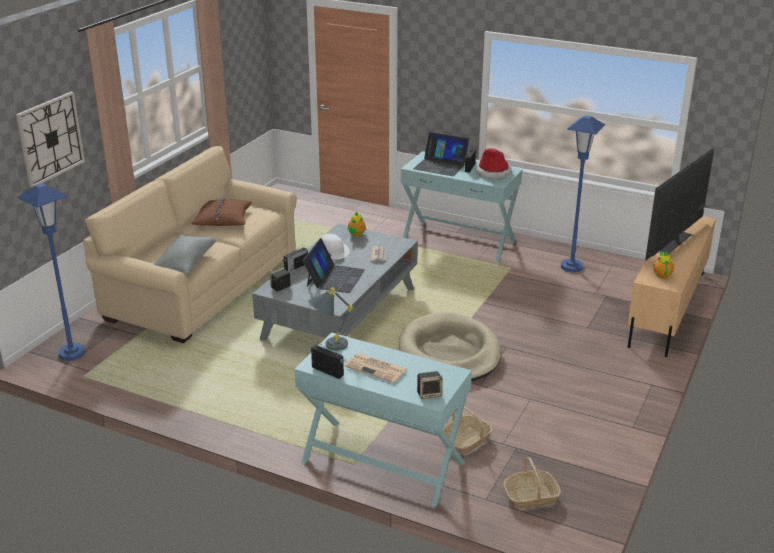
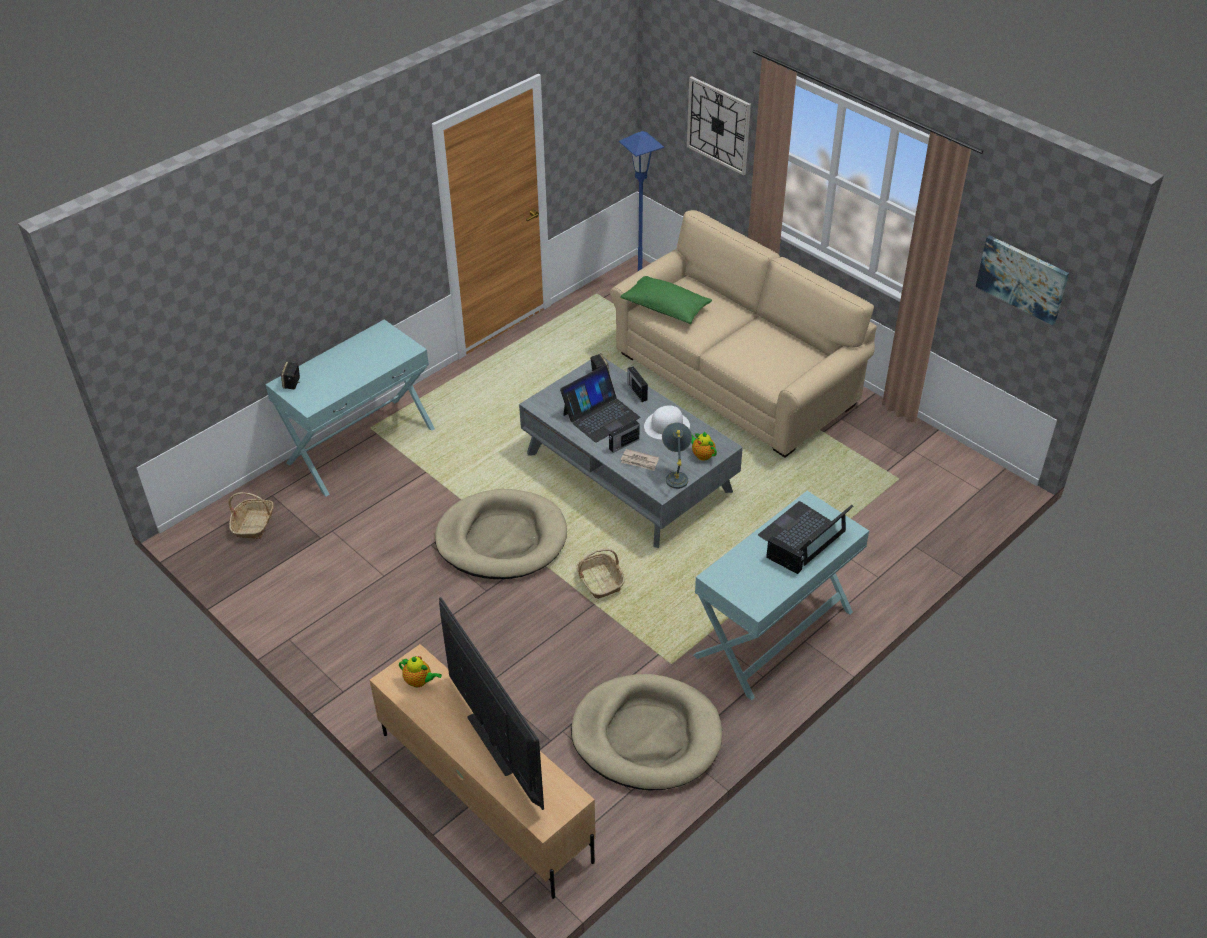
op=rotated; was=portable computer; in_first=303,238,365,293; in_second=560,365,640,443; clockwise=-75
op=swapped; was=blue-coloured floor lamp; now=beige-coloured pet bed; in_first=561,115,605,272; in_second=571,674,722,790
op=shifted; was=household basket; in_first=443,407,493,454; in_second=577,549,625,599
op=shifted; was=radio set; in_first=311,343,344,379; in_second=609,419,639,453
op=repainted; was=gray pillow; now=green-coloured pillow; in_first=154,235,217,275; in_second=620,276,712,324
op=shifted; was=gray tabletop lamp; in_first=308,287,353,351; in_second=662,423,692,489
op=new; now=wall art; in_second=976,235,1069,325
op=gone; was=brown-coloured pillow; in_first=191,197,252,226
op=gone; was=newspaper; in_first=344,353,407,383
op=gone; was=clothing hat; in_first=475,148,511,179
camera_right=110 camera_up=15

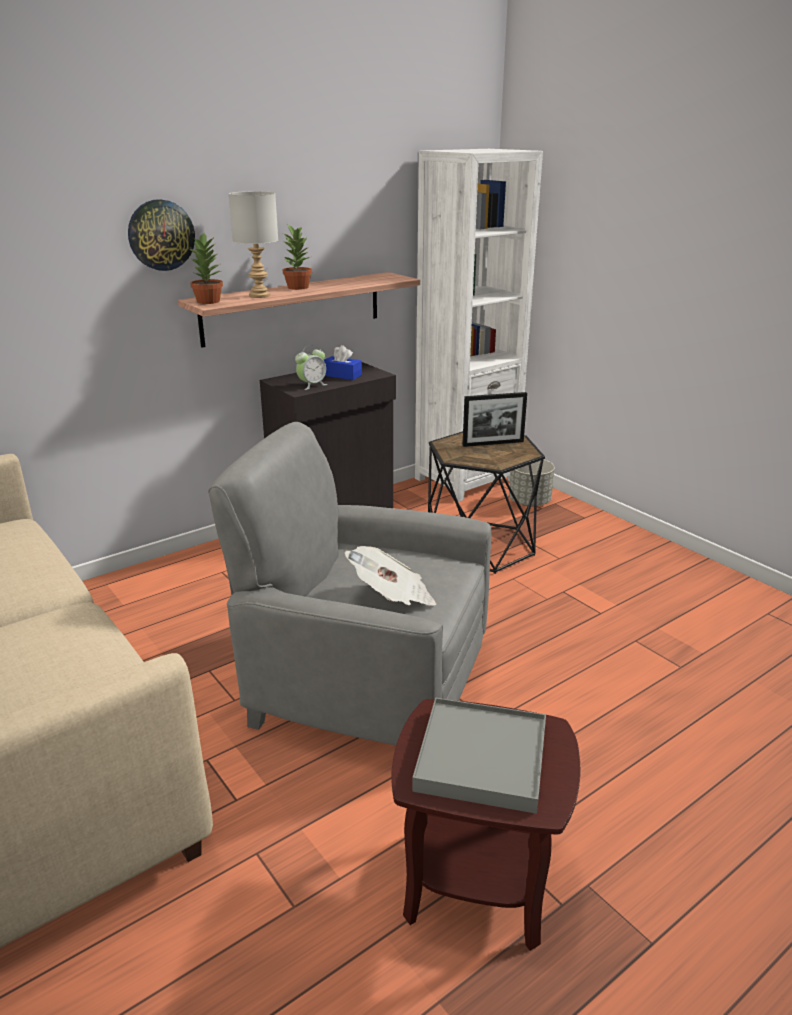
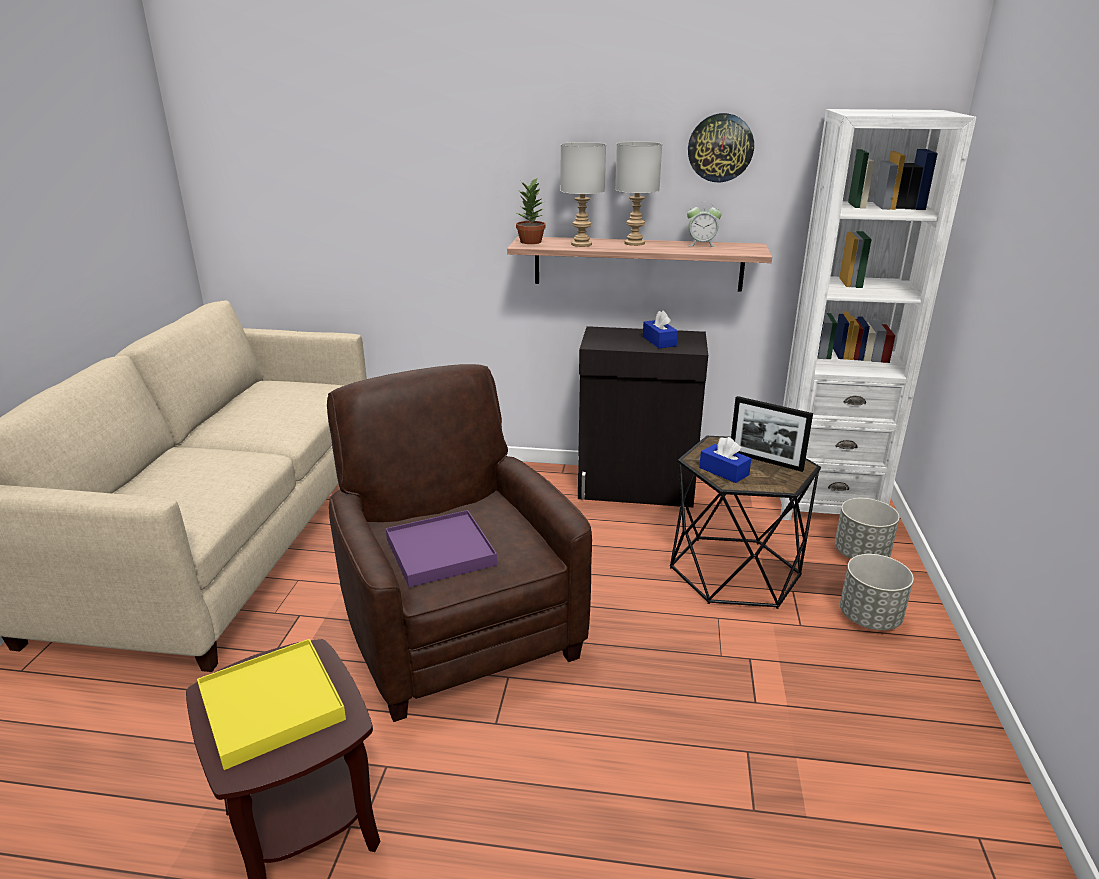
op=repainted; was=gray tray; now=yellowish tray; in_first=412,698,546,814; in_second=197,639,346,770
op=repainted; was=gray lounge chair; now=brown-coloured lounge chair; in_first=208,422,491,745; in_second=327,364,592,722
op=swapped; was=newspaper; now=purple tray; in_first=345,546,437,606; in_second=386,510,497,588
op=swapped; was=plant in a pot; now=gray tabletop lamp; in_first=283,224,312,290; in_second=615,141,662,246
op=shifted; was=alarm clock; in_first=295,345,327,390; in_second=687,202,722,247
op=shifted; was=clock on the wall; in_first=128,199,195,271; in_second=688,113,754,182
op=new; now=blue-coloured box of tissues; in_second=699,437,751,483
op=new; now=gray plant pot; in_second=840,554,914,630
camera_right=45 camera_up=0

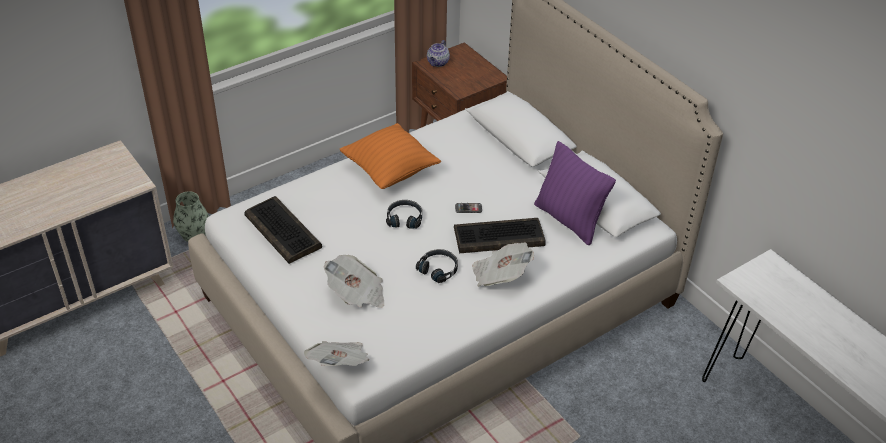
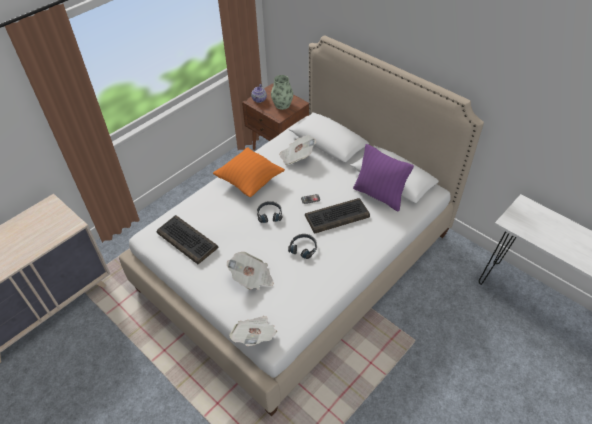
op=shifted; was=flower vase; in_first=173,191,209,242; in_second=271,75,293,110
op=shifted; was=newspaper; in_first=472,242,534,287; in_second=279,135,316,165
camera_right=-10 camera_up=5

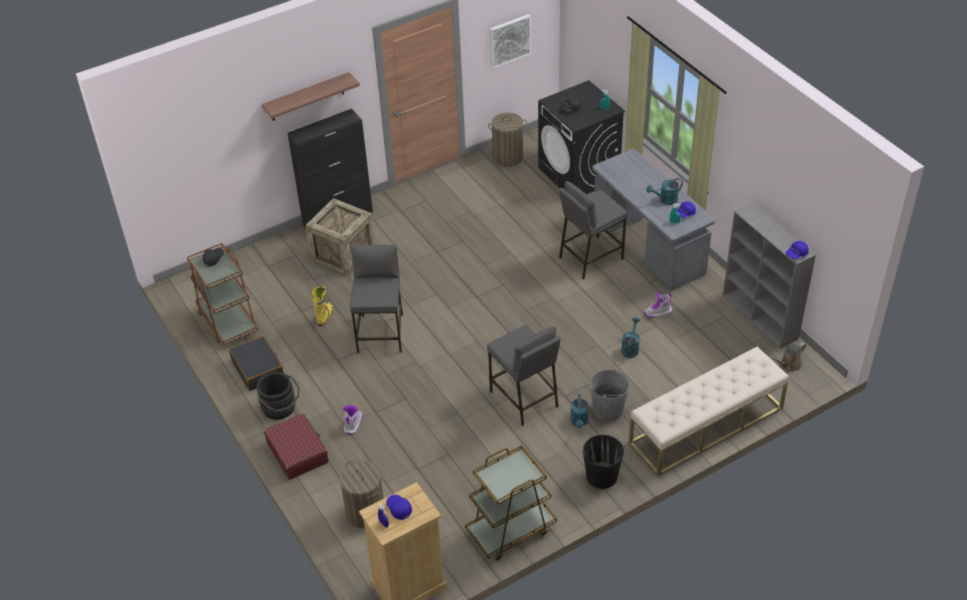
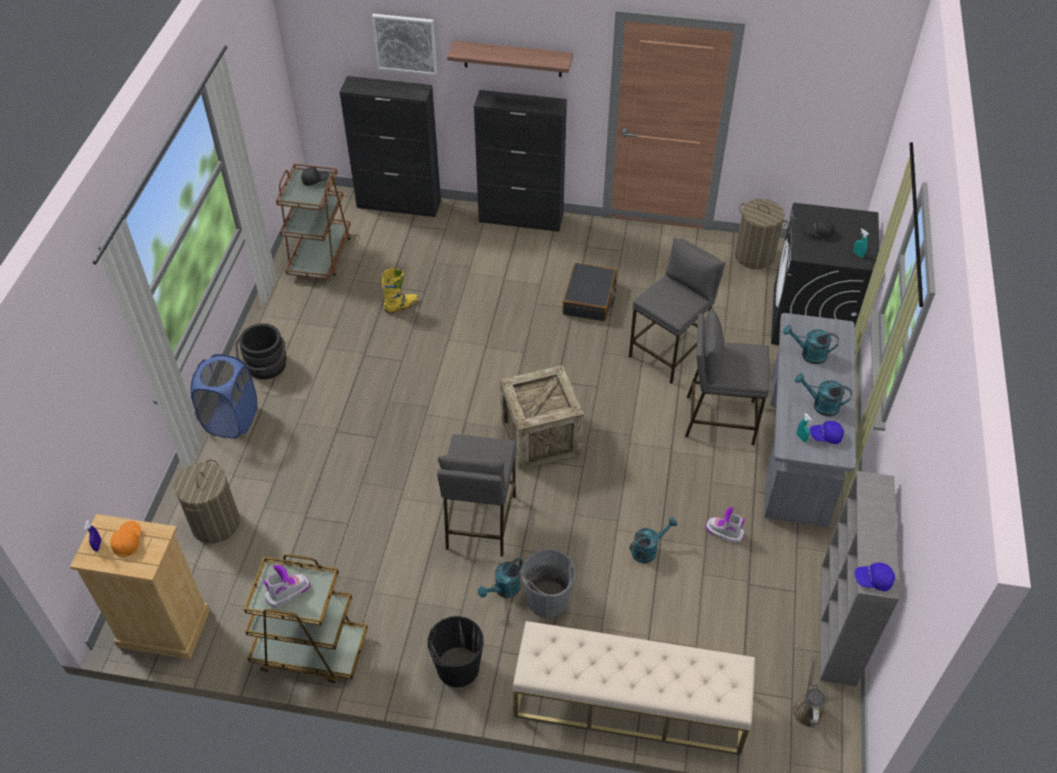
op=repainted; was=blue-coloured baseball cap; now=orangey baseball cap; in_first=386,495,412,520; in_second=110,521,141,557
op=swapped; was=reddish travel case; now=blue-coloured washing basket; in_first=264,413,329,480; in_second=191,354,257,439
op=shifted; was=high-top boot; in_first=343,405,363,435; in_second=263,565,310,607
op=new; now=black storage cabinet; in_second=340,76,441,217
op=shifted; was=wall art; in_first=490,14,531,69; in_second=372,14,437,75
op=shifted; was=shipping crate; in_first=305,198,376,276; in_second=500,365,584,470
op=shifted; was=black travel case; in_first=229,336,284,391; in_second=563,263,617,322
op=shifted; was=gray stool; in_first=350,245,403,353; in_second=629,237,725,384
op=new; now=blue-green sprinkling can; in_second=783,325,839,364
op=rotated; was=brown-coloured sprinkling can; in_first=772,342,806,371; in_second=793,653,826,728; clockwise=90
camera_right=40 camera_up=5

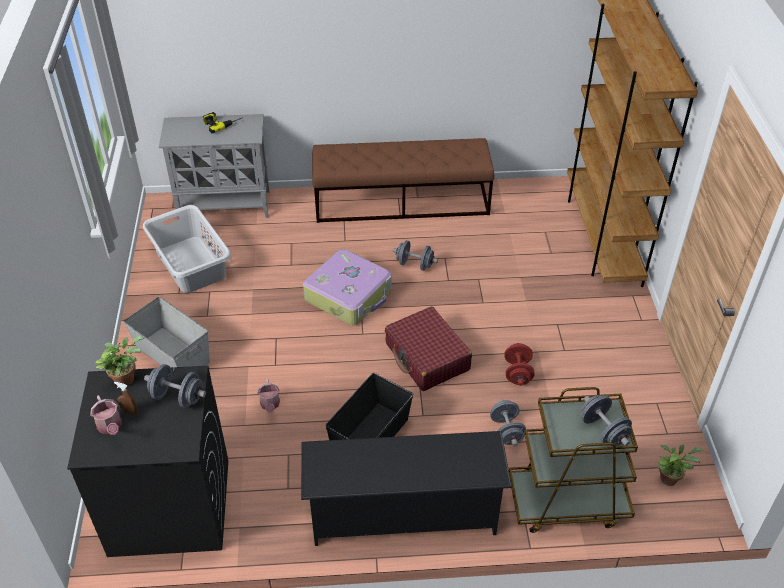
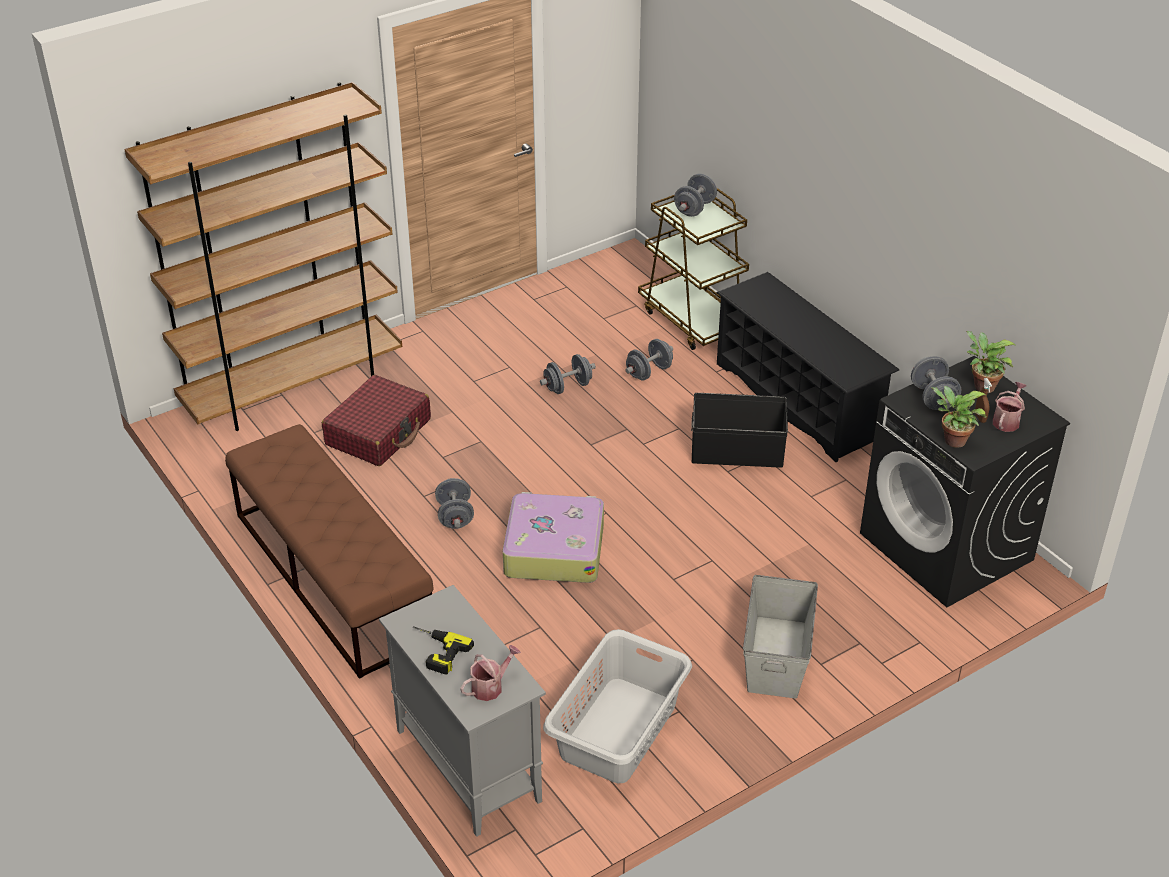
op=shifted; was=reddish travel case; in_first=385,306,472,391; in_second=322,375,431,466
op=shifted; was=sprinkling can; in_first=257,379,280,413; in_second=460,645,521,701
op=repainted; was=reddish free weight; now=gray free weight; in_first=504,343,535,386; in_second=540,354,596,394
op=shifted; was=plant in a pot; in_first=657,444,703,486; in_second=966,331,1015,393
camera_right=-120 camera_up=-5

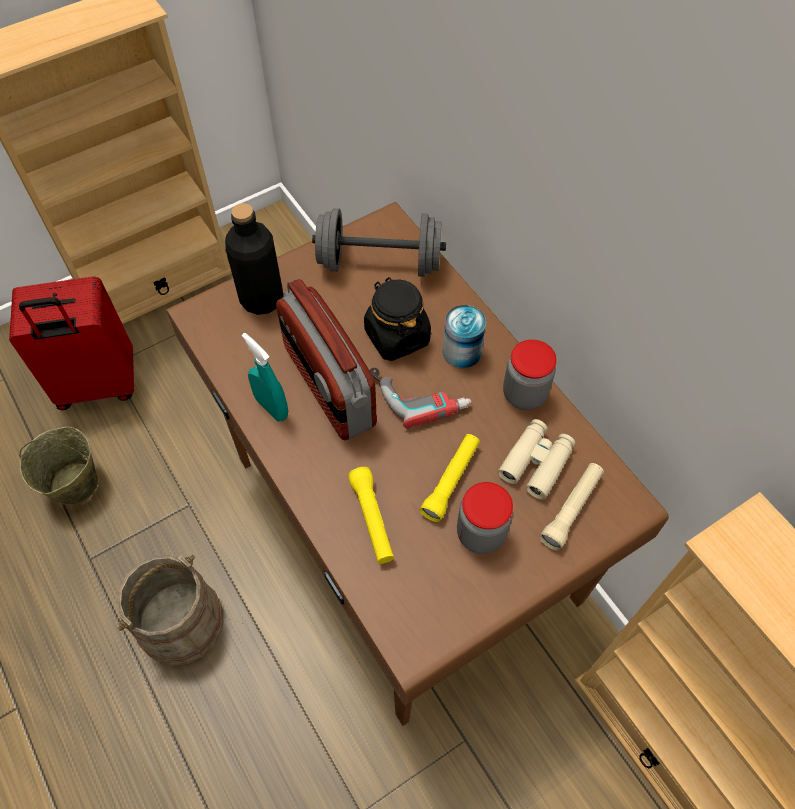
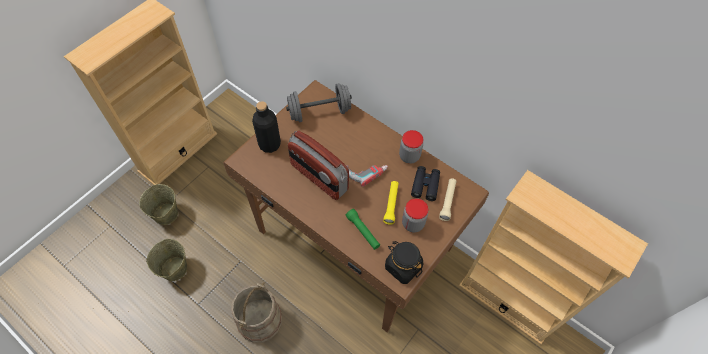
op=swapped; was=reddish travel case; now=beige-coloured pail; in_first=9,276,134,410; in_second=139,184,178,225
op=repainted; was=yellowish hand torch; now=green-coloured hand torch; in_first=348,467,394,564; in_second=346,209,380,250
op=shifted; was=black preserve jar; in_first=364,277,431,361; in_second=385,241,423,284
op=repainted; was=beige-coloured binoculars; now=black binoculars; in_first=498,419,575,500; in_second=411,166,440,201
op=gone; was=blue-green sprayer; in_first=242,333,288,421
op=gone; was=metal can; in_first=443,305,486,368
camera_right=-20 camera_up=0

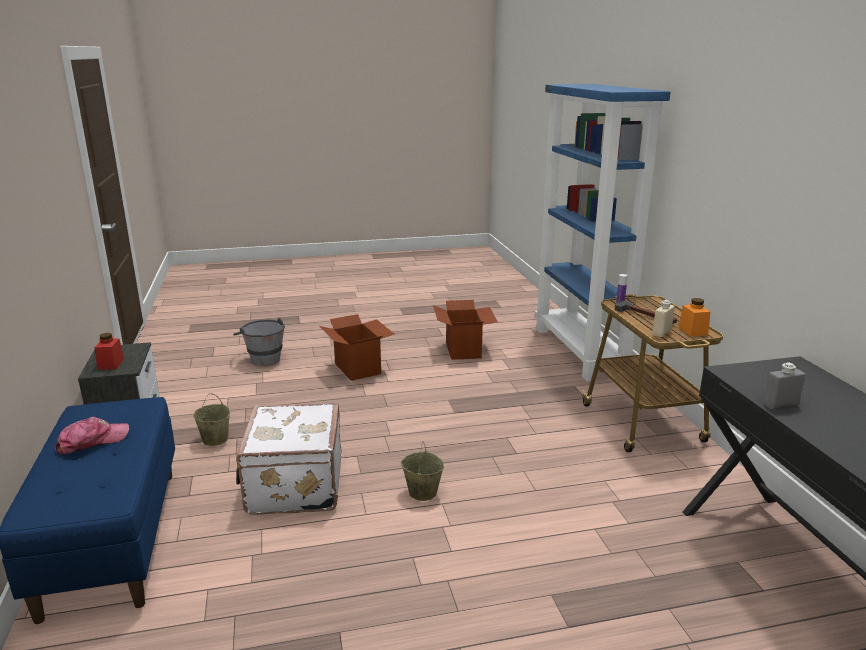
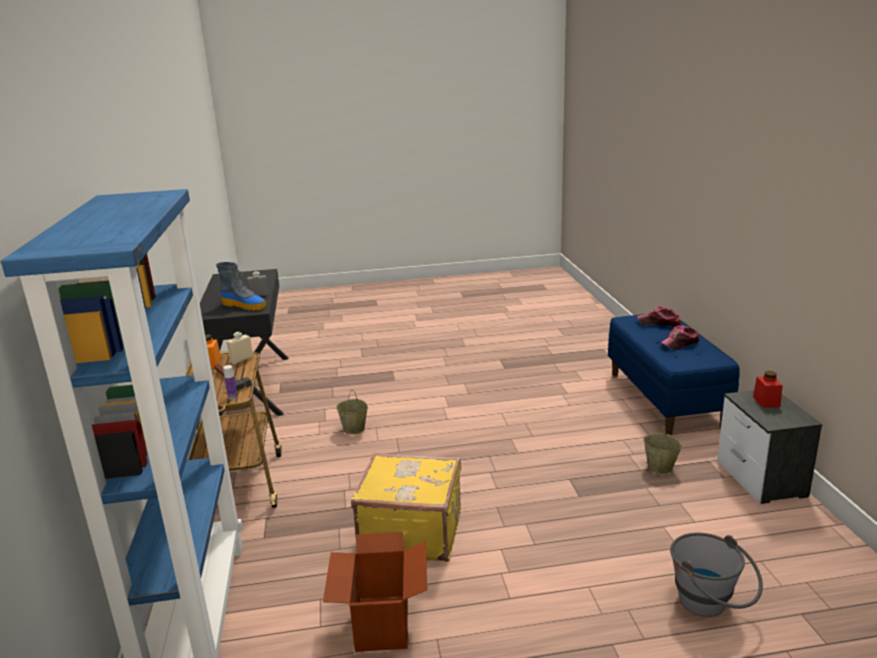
op=new; now=high-top boot; in_second=216,262,266,311
op=shifted; was=beige-coloured pail; in_first=401,441,444,501; in_second=336,390,368,434
op=new; now=yellowish travel case; in_second=351,453,461,562
op=new; now=baseball cap; in_second=637,306,681,326
op=gone; was=whitish travel case; in_first=236,402,342,515
op=gone; was=cardboard box; in_first=319,314,394,381
camera_right=-175 camera_up=0

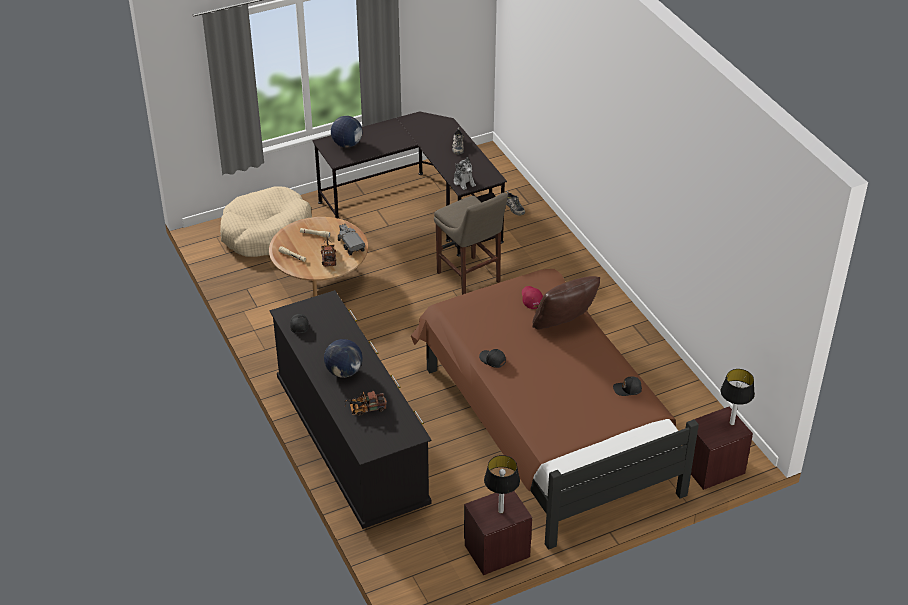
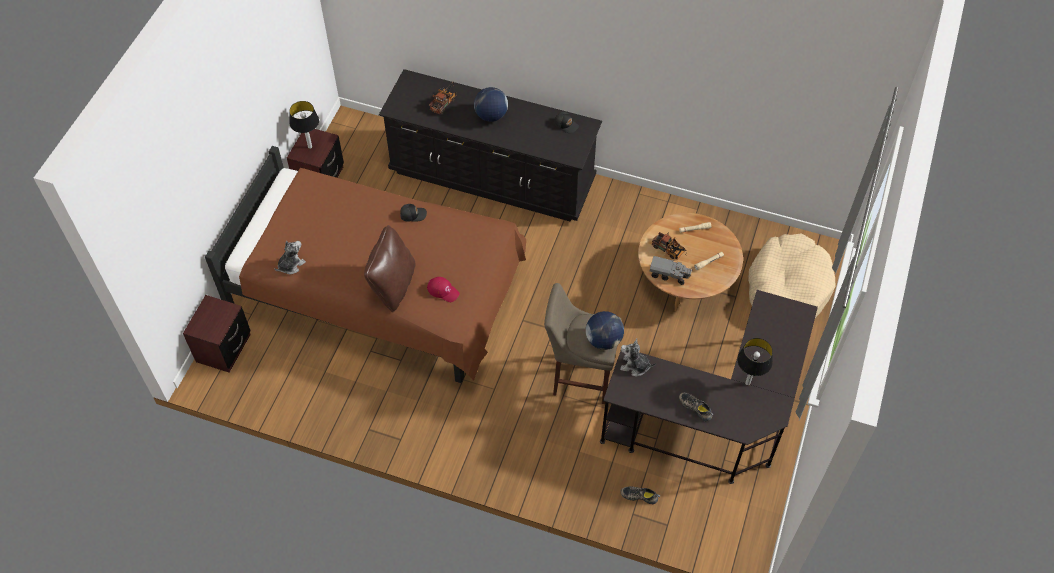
op=swapped; was=black baseball cap; now=soft toy; in_first=613,376,642,396; in_second=274,241,306,275
op=shifted; was=world globe; in_first=331,116,362,148; in_second=586,311,624,350
op=shifted; was=tabletop lamp; in_first=721,369,755,425; in_second=737,338,773,385
camera_right=135 camera_up=15

